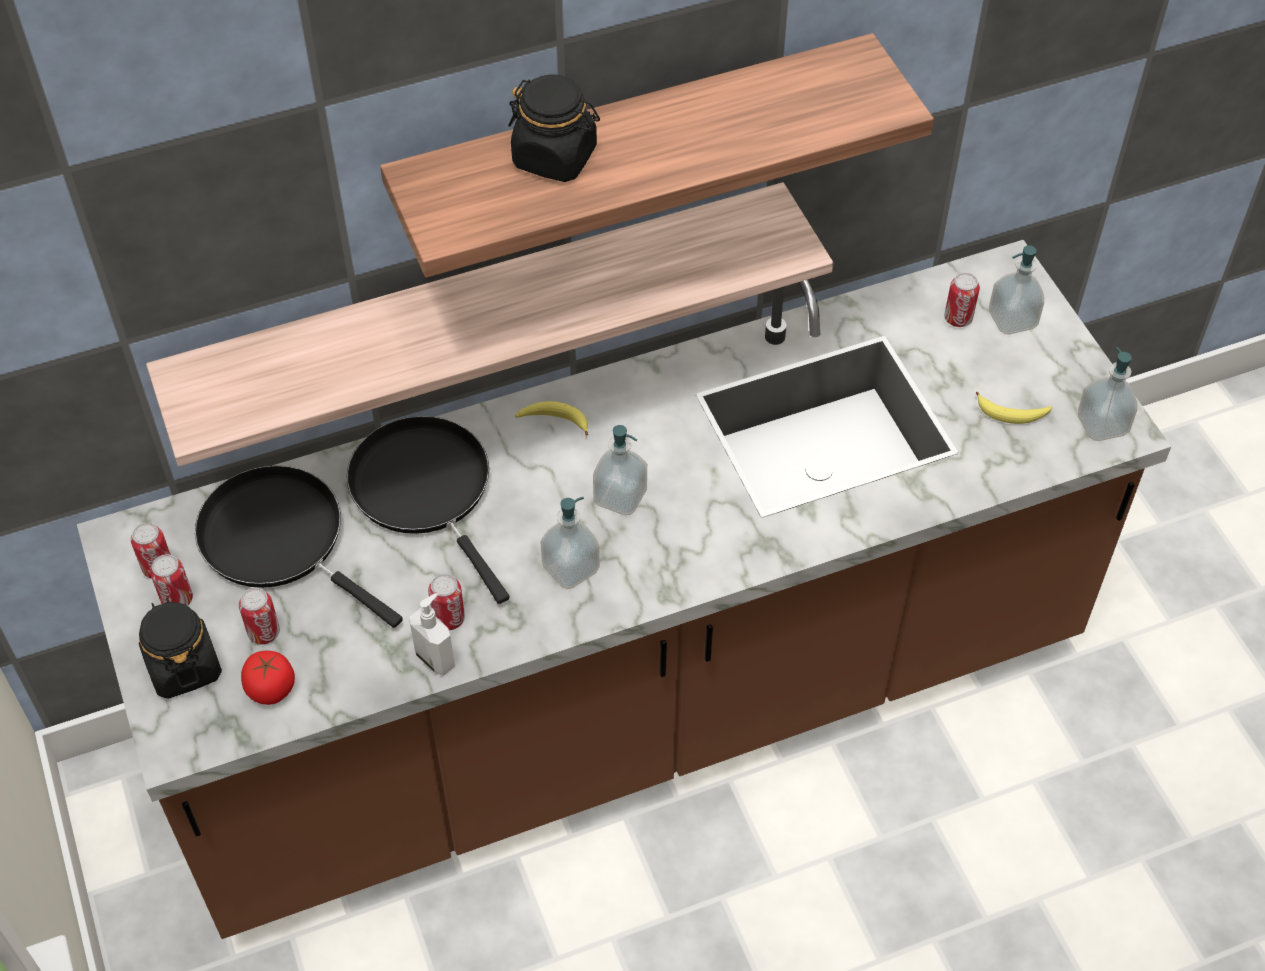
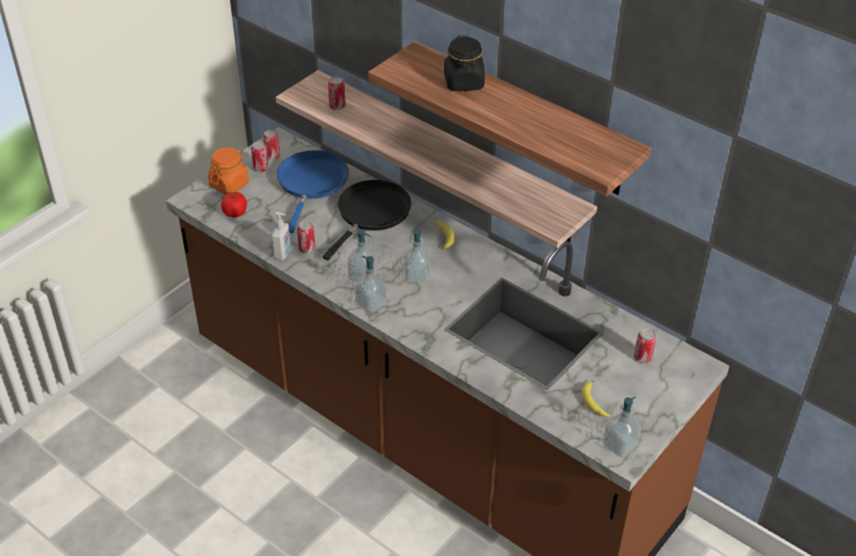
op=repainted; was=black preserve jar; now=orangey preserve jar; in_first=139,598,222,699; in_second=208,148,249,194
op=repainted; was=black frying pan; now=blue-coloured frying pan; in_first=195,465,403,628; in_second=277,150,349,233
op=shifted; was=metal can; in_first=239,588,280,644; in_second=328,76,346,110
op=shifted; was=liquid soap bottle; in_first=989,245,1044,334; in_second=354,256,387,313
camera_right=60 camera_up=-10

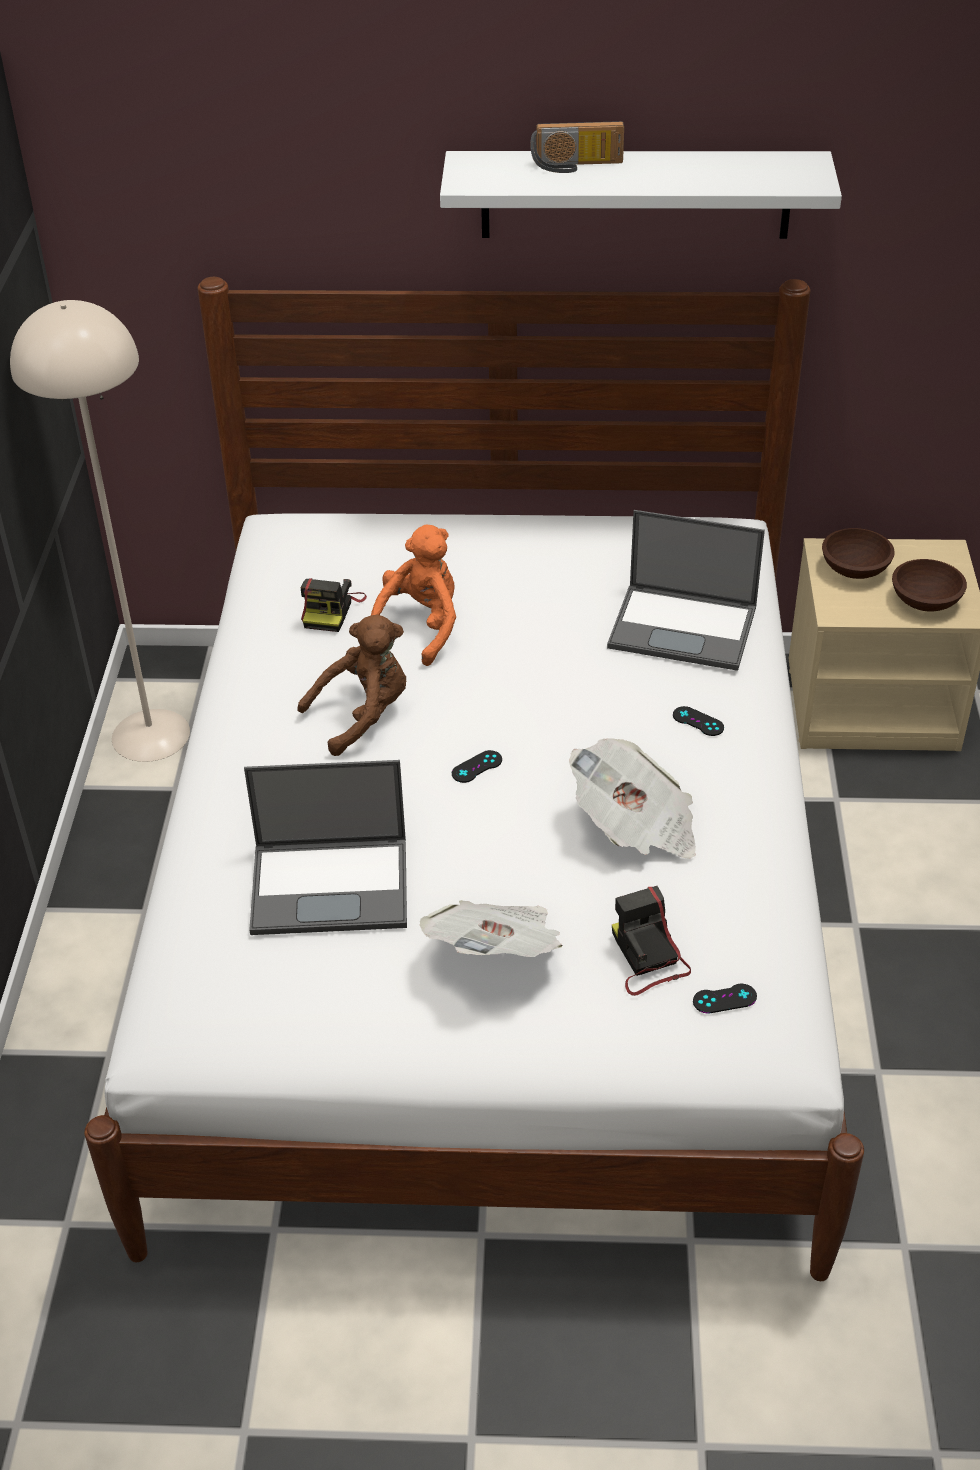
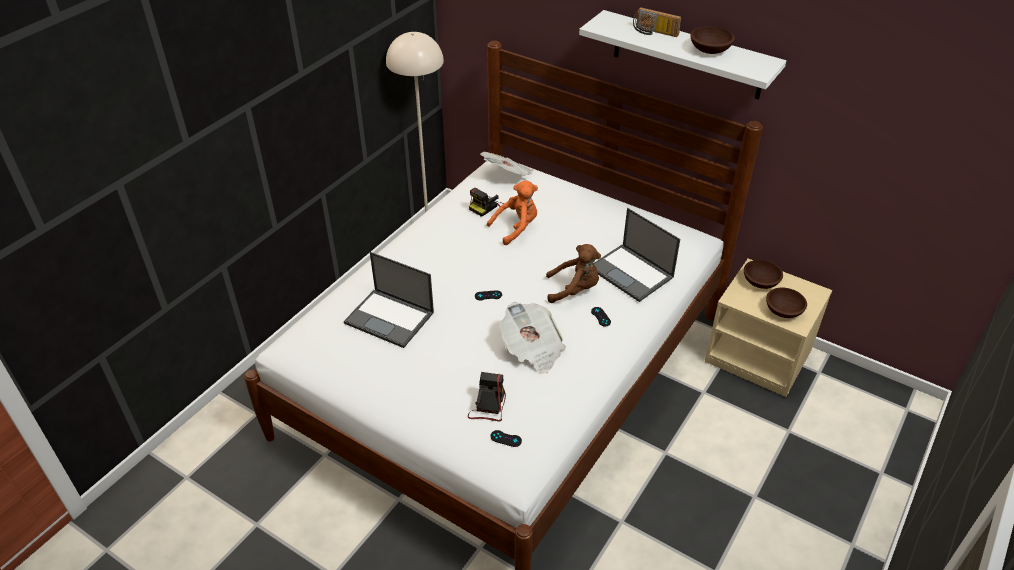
op=shifted; was=newspaper; in_first=420,900,563,957; in_second=480,152,534,176
op=shifted; was=brown-coloured soft toy; in_first=298,614,407,756; in_second=546,244,601,303
op=new; now=brown-coloured serving bowl; in_second=690,26,735,54
camera_right=30 camera_up=0

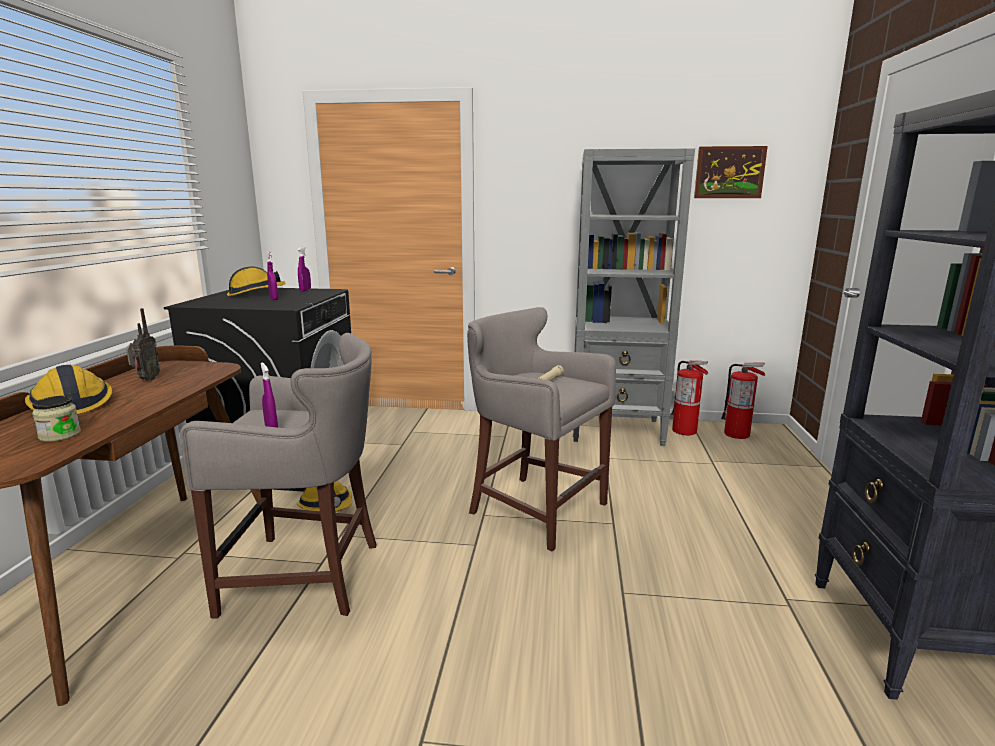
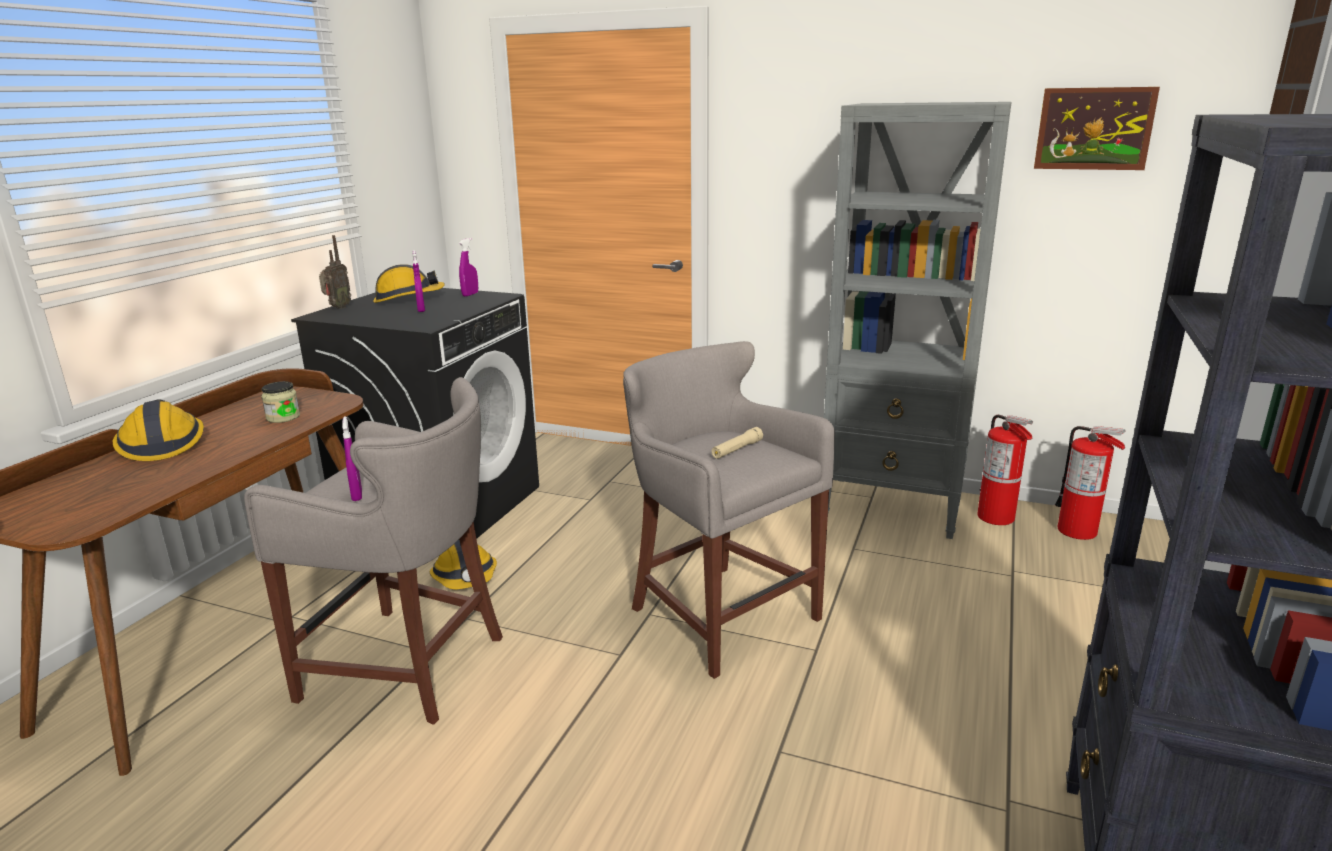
op=shifted; was=preserve jar; in_first=32,396,81,442; in_second=261,381,300,423
op=shifted; was=radio set; in_first=126,308,160,381; in_second=319,235,351,309
camera_right=15 camera_up=5

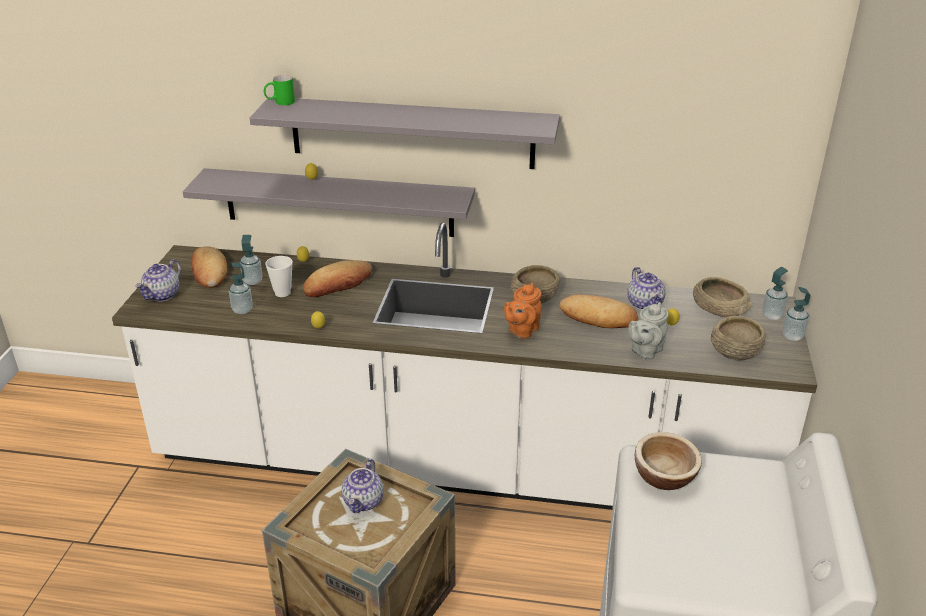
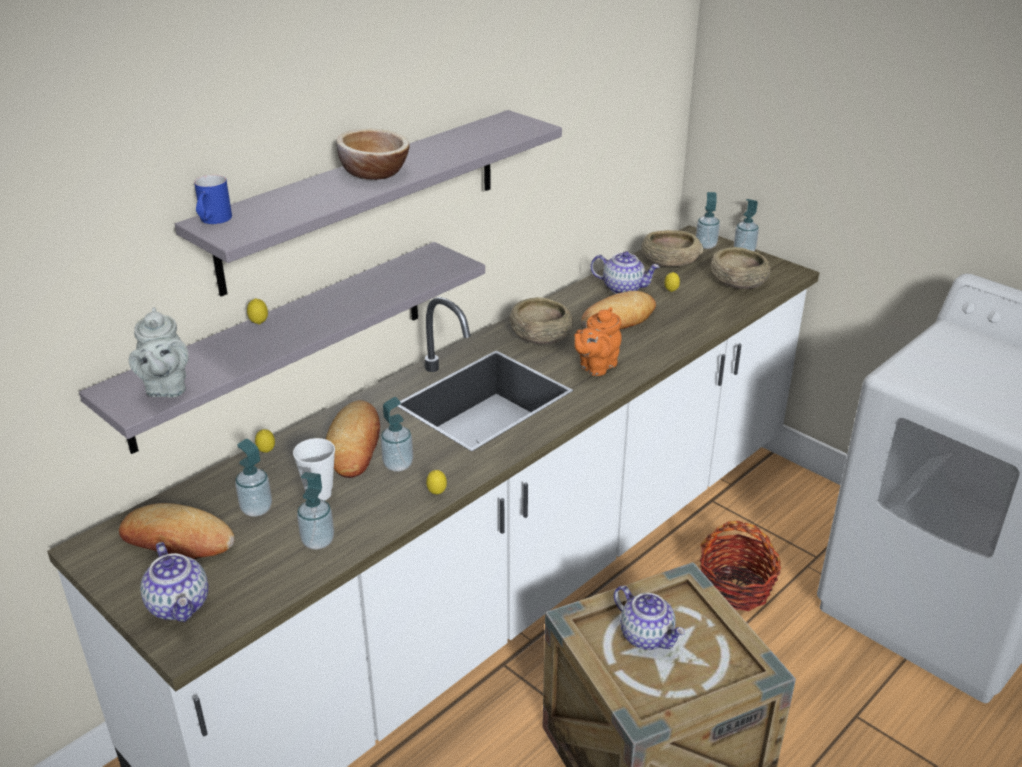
op=shifted; was=gray tea pot; in_first=628,302,669,360; in_second=129,307,188,398
op=repainted; was=green-coloured coffee mug; now=blue-coloured coffee mug; in_first=264,75,295,105; in_second=194,175,232,224
op=shifted; was=serving bowl; in_first=635,432,702,490; in_second=336,129,410,180
op=new; now=liquid soap bottle; in_second=381,397,413,472
op=rotated; was=orangey tea pot; in_first=504,282,542,339; in_second=574,307,622,376; clockwise=60
op=new; now=household basket; in_second=700,521,781,611
camera_right=-55 camera_up=0

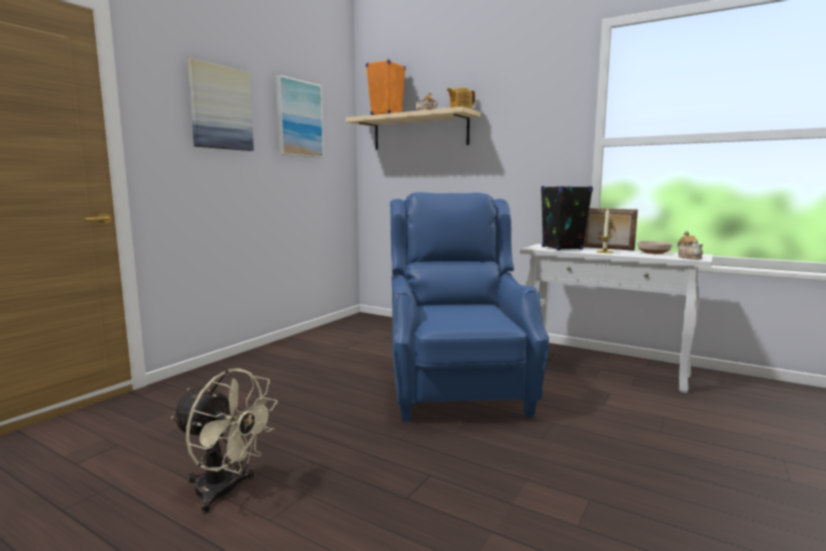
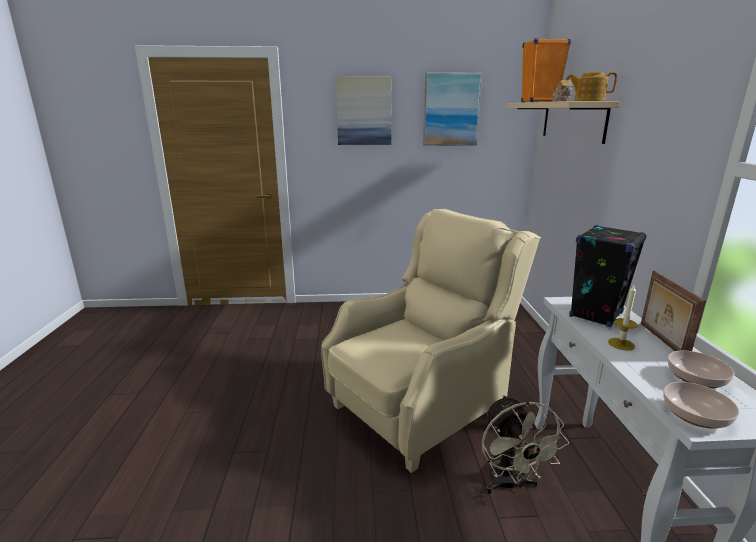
op=repainted; was=blue-coloured lounge chair; now=beige-coloured lounge chair; in_first=390,192,549,422; in_second=321,209,541,473
op=shifted; was=beige-coloured electric fan; in_first=171,368,278,514; in_second=482,395,569,494
op=swapped; was=tea pot; now=serving bowl; in_first=677,231,703,260; in_second=663,382,739,429
camera_right=55 camera_up=10

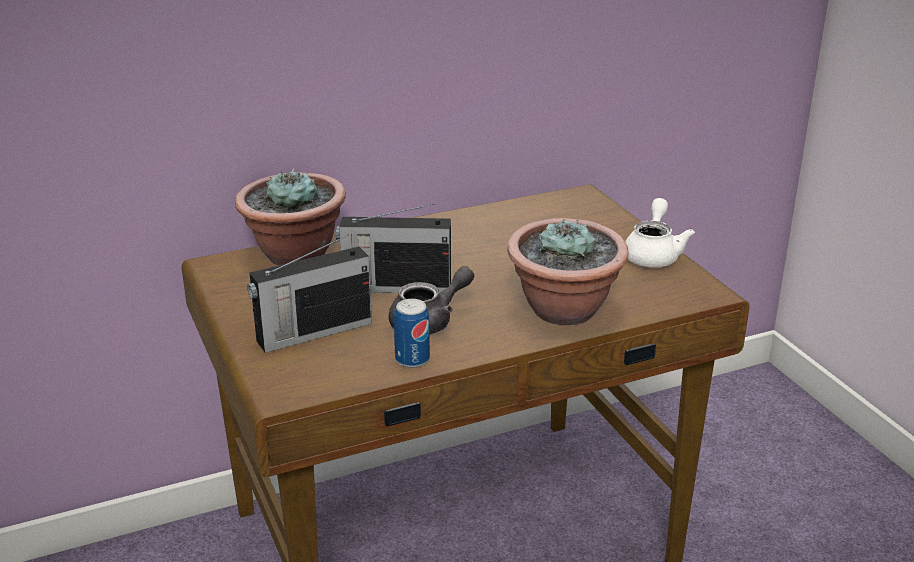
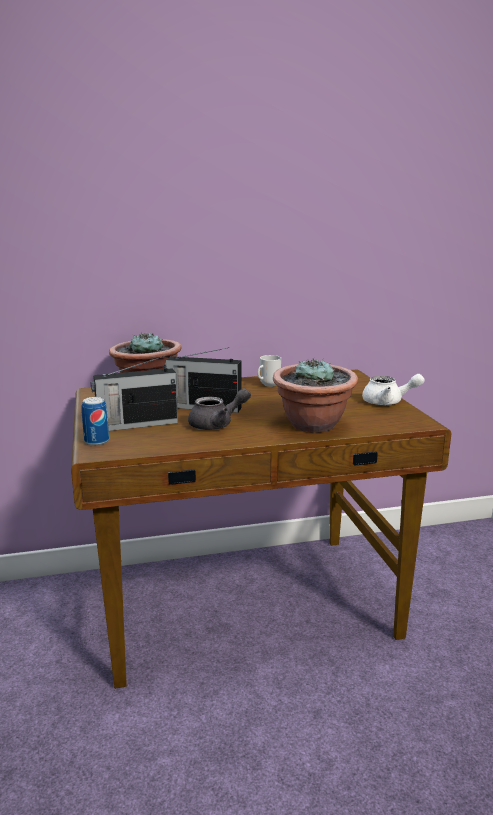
op=shifted; was=metal can; in_first=394,299,430,368; in_second=81,397,109,446
op=new; now=coffee mug; in_second=257,355,281,387
op=rotated; was=whitish tea pot; in_first=625,198,695,267; in_second=362,374,425,405; clockwise=75
camera_right=10 camera_up=-10

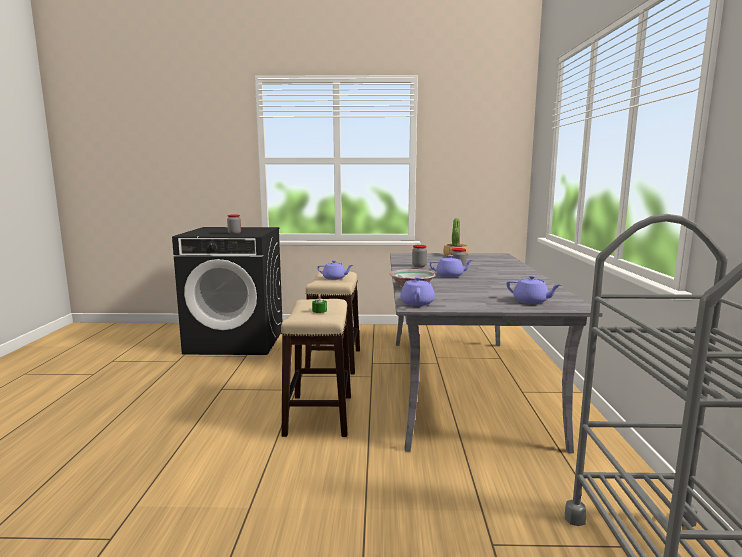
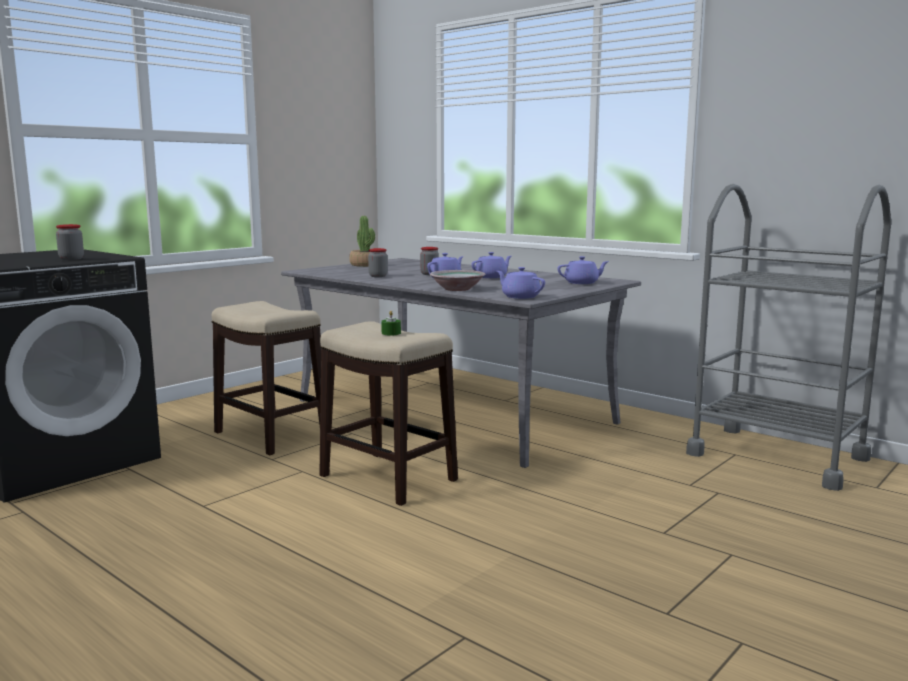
op=shifted; was=purple tea pot; in_first=317,260,353,280; in_second=471,252,512,278
camera_right=-50 camera_up=0

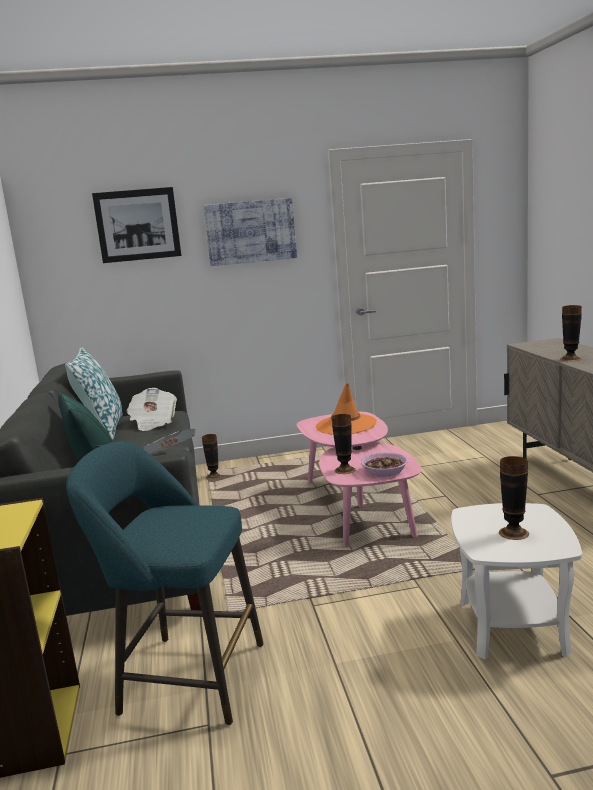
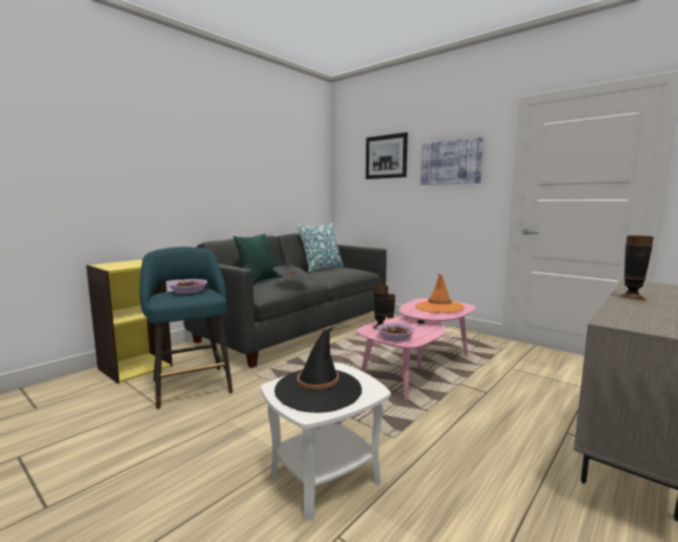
op=new; now=serving bowl; in_second=168,279,208,294
op=swapped; was=flower vase; now=black clothing hat; in_first=499,456,529,540; in_second=274,327,362,413
op=gone; was=newspaper; in_first=127,388,177,431
camera_right=50 camera_up=-5

